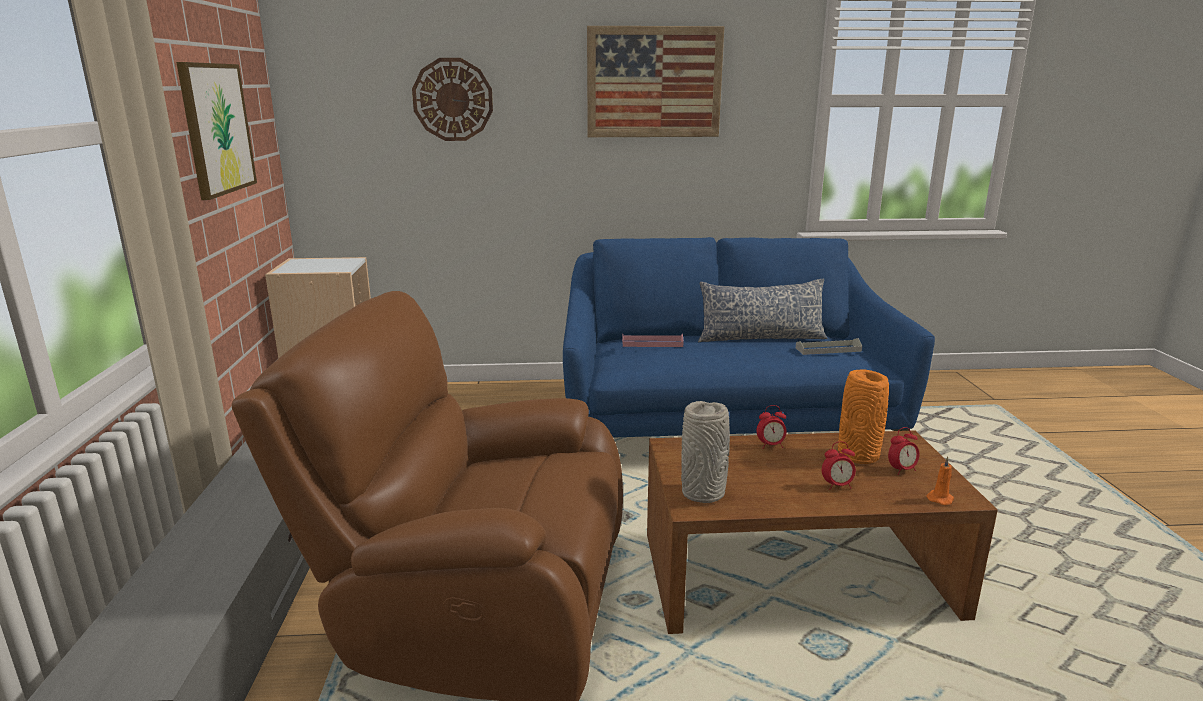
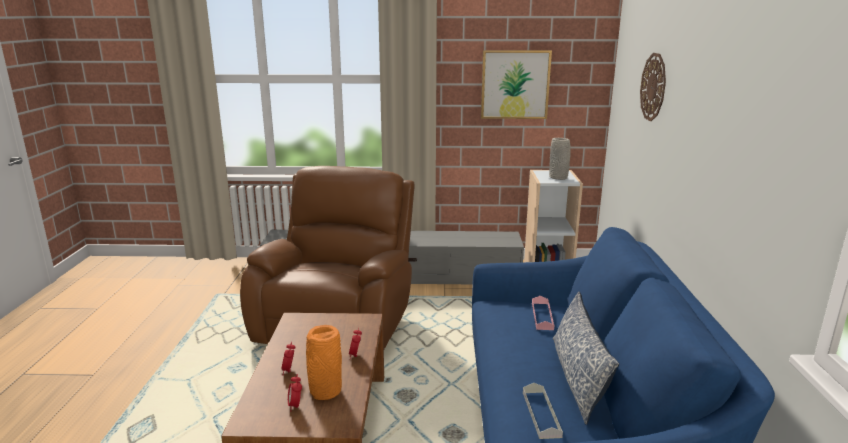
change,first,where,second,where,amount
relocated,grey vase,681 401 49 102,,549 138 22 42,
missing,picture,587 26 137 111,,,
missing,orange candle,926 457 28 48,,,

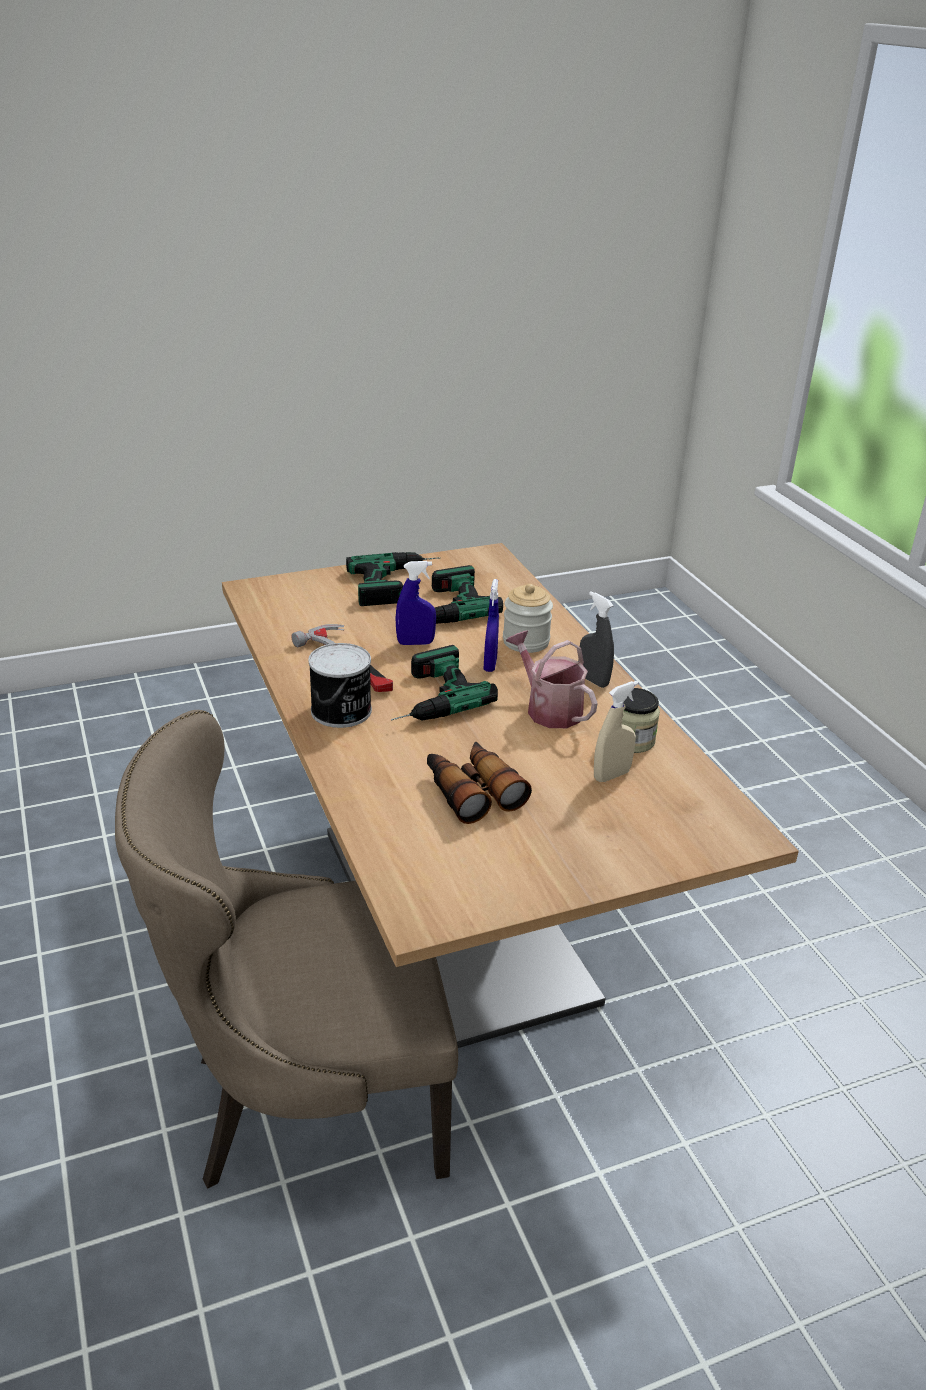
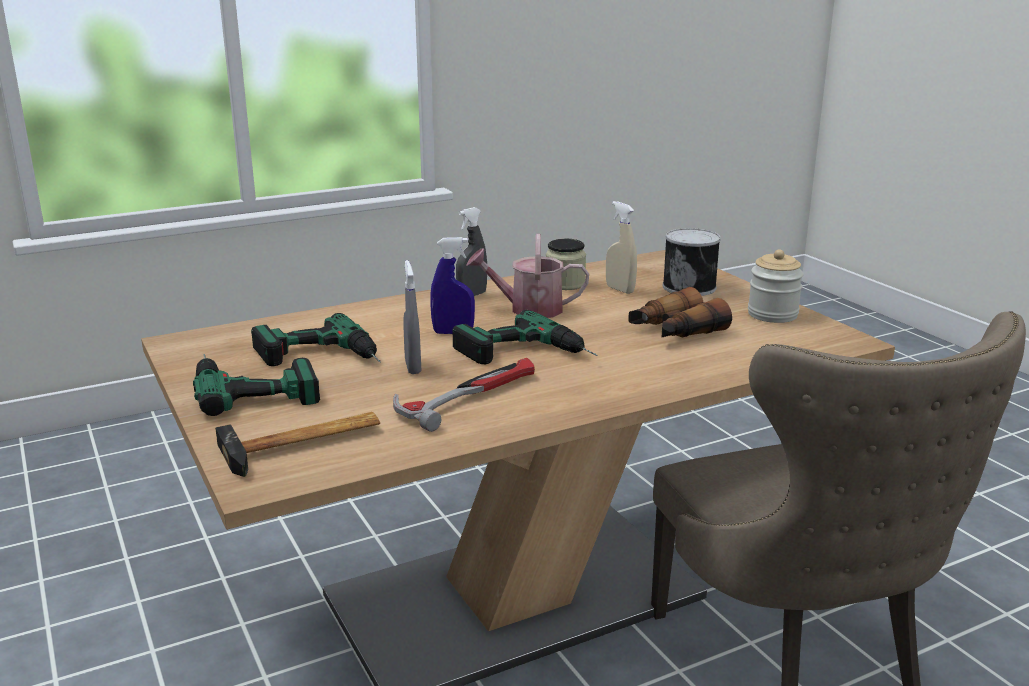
change,first,where,second,where,amount
appeared,,,hammer,215 412 165 65,
colour,blue spray bottle,395 561 41 84,grey spray bottle,403 260 19 114,
spun,watering can,506 630 92 98,,466 234 123 84,45 degrees clockwise
relocated,can,309 643 63 85,,663 228 58 68,
relocated,jar,503 584 50 69,,748 249 56 74,

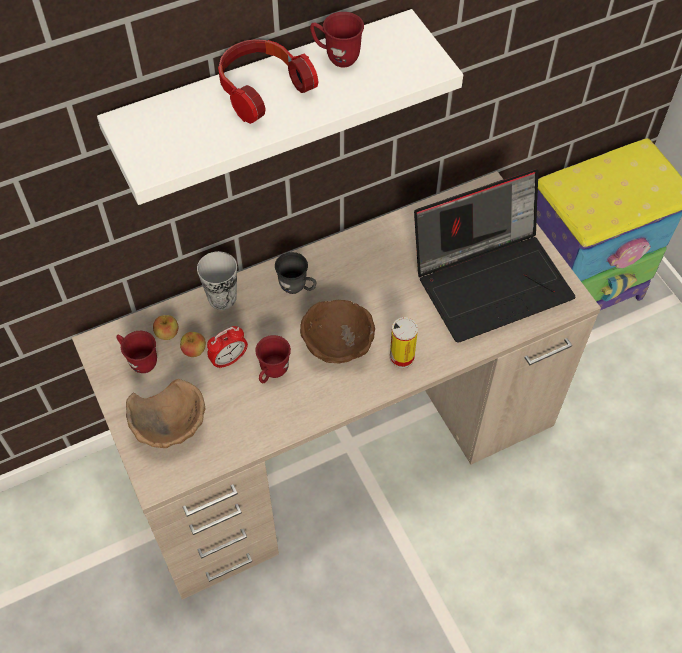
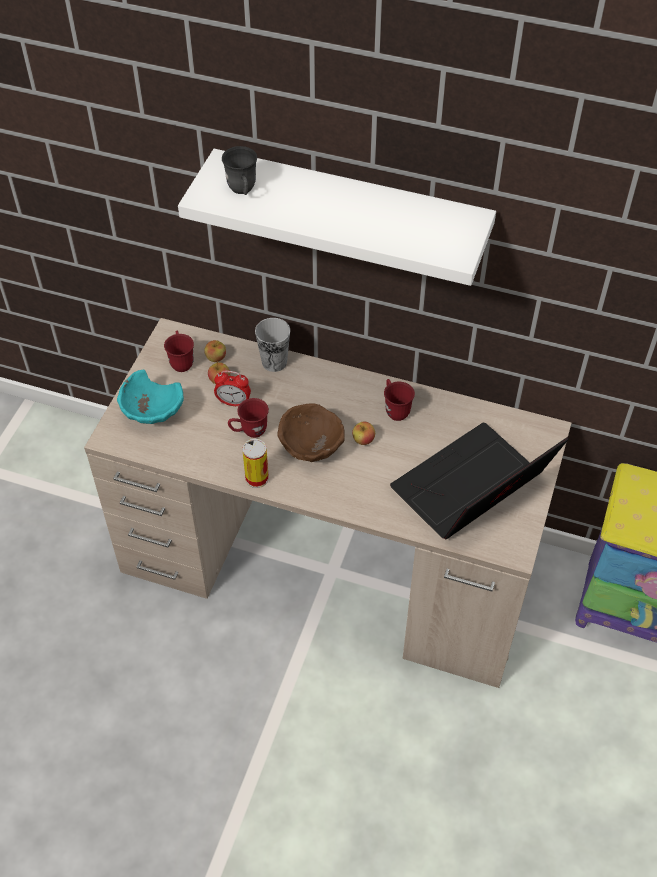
change,first,where,second,where,amount
colour,brown bowl,126 379 79 69,turquoise bowl,117 370 67 54,
relocated,grey mug,275 252 42 42,,222 146 35 49,
relocated,can,390 317 28 51,,242 439 27 49,
appeared,,,apple,352 422 23 23,
relocated,red mug,310 12 54 55,,384 379 31 42,
spun,laptop,414 169 161 174,,390 423 178 116,120 degrees clockwise
missing,headphones,218 39 100 85,,,

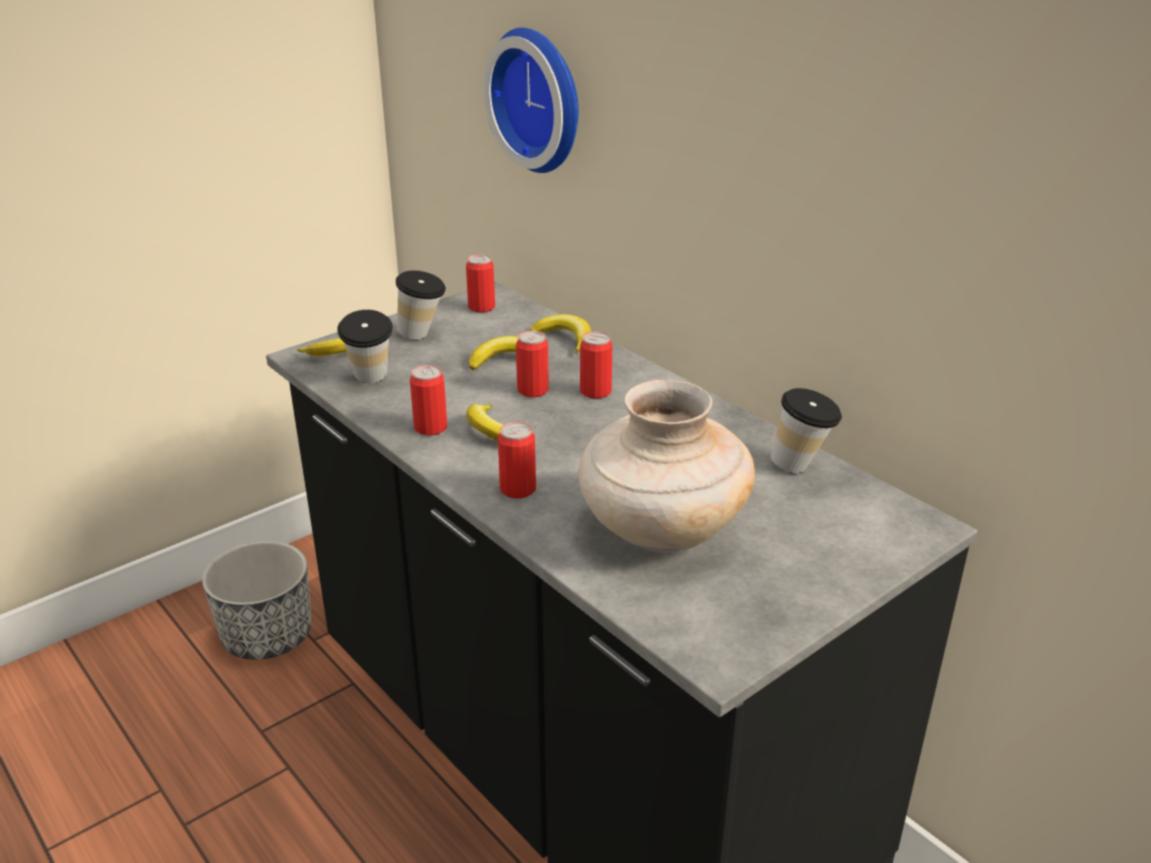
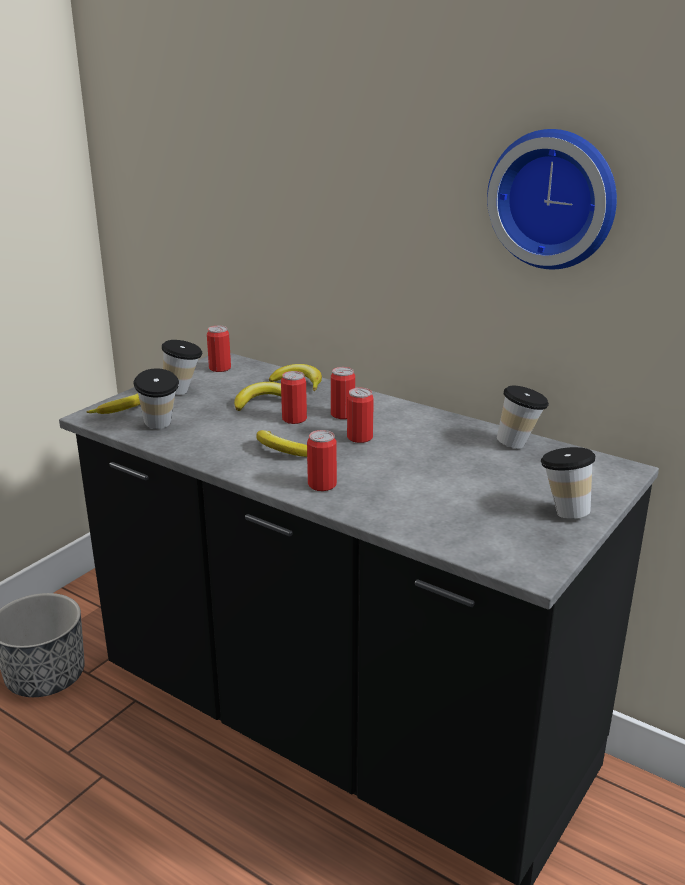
change,first,where,second,where,amount
relocated,can,410 365 37 70,,347 388 27 55,
relocated,wall clock,483 28 96 145,,487 129 130 140,
appeared,,,cup,541 447 54 72,
missing,beige vase,578 380 177 173,,,

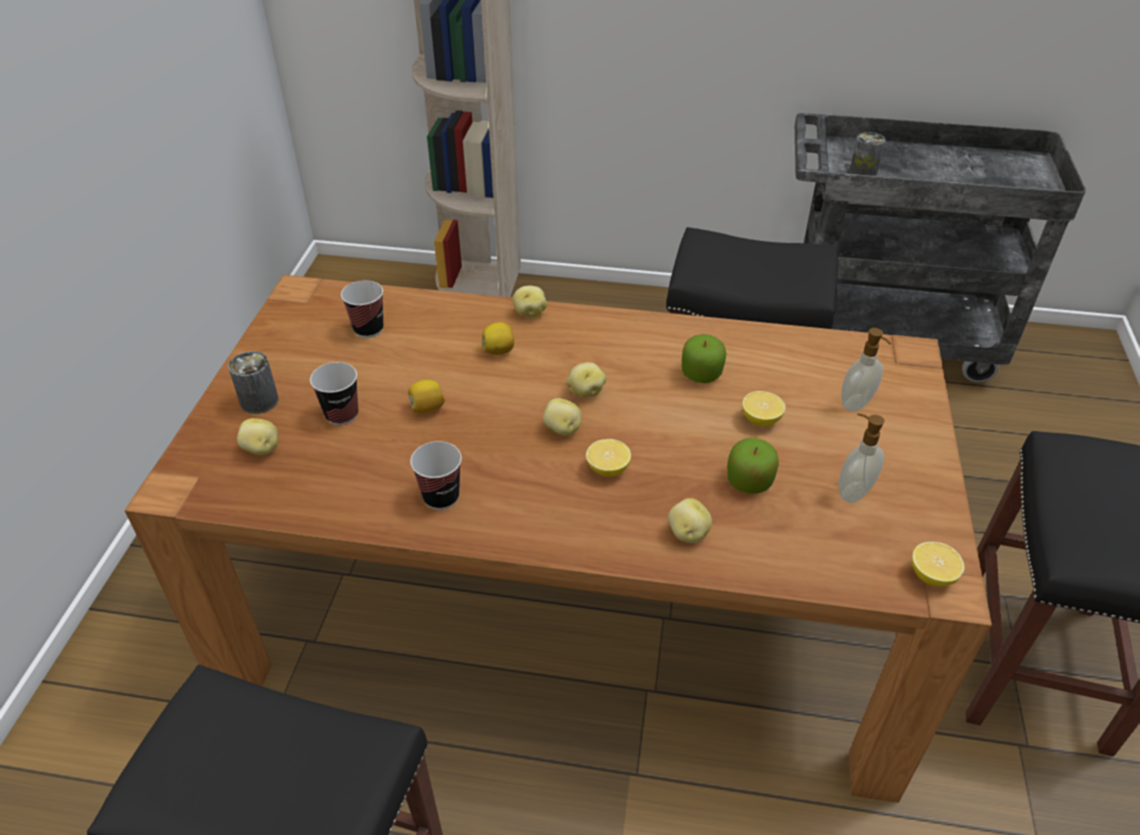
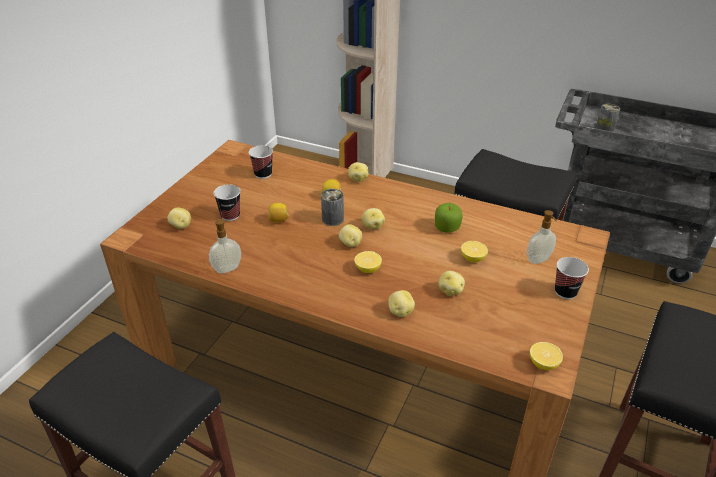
change,first,where,second,where,amount
relocated,soap dispenser,839 413 45 90,,209 218 32 56,
relocated,can,228 351 51 63,,321 189 23 37,
exchanged,apple,727 438 52 56,potato,438 271 27 25,
relocated,cup,410 441 52 69,,555 257 34 42,

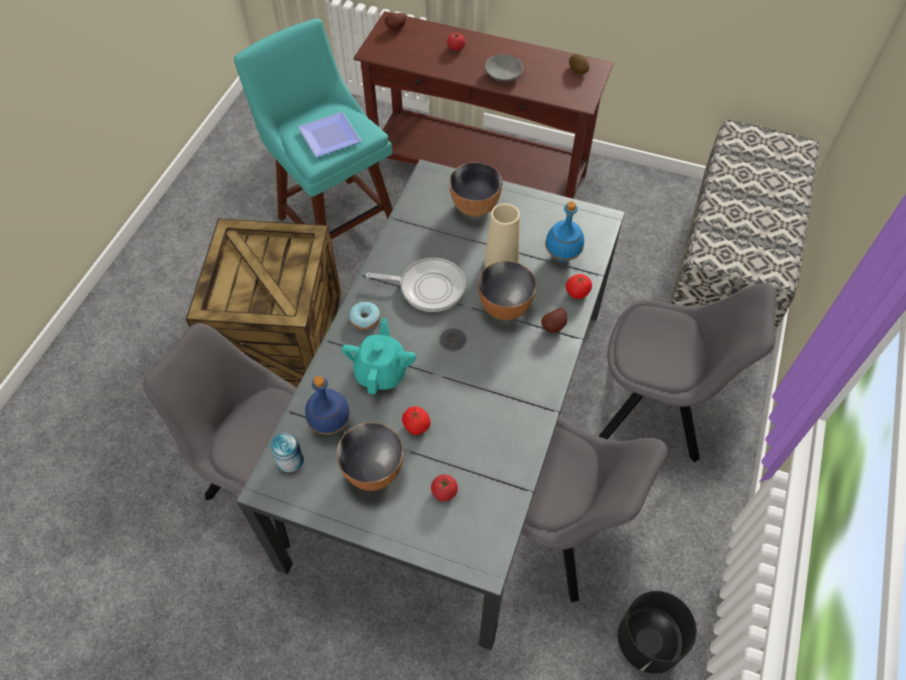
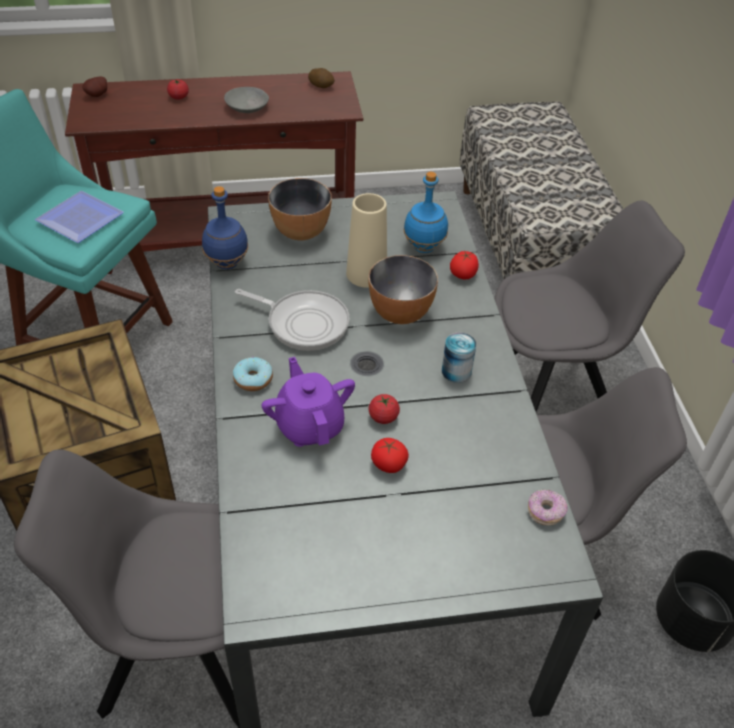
change,first,where,second,where,amount
relocated,blue bottle,305 376 45 59,,202 186 46 83,
spun,frying pan,366 258 100 54,,235 289 115 62,45 degrees clockwise
colour,turquoise teapot,342 318 74 76,purple teapot,261 357 94 90,
relocated,tomato,431 475 27 26,,369 394 31 30,
relocated,can,270 432 34 41,,442 333 34 50,
appeared,,,donut,528 489 40 36,
missing,bowl,336 422 67 69,,,
missing,potato,541 308 26 25,,,

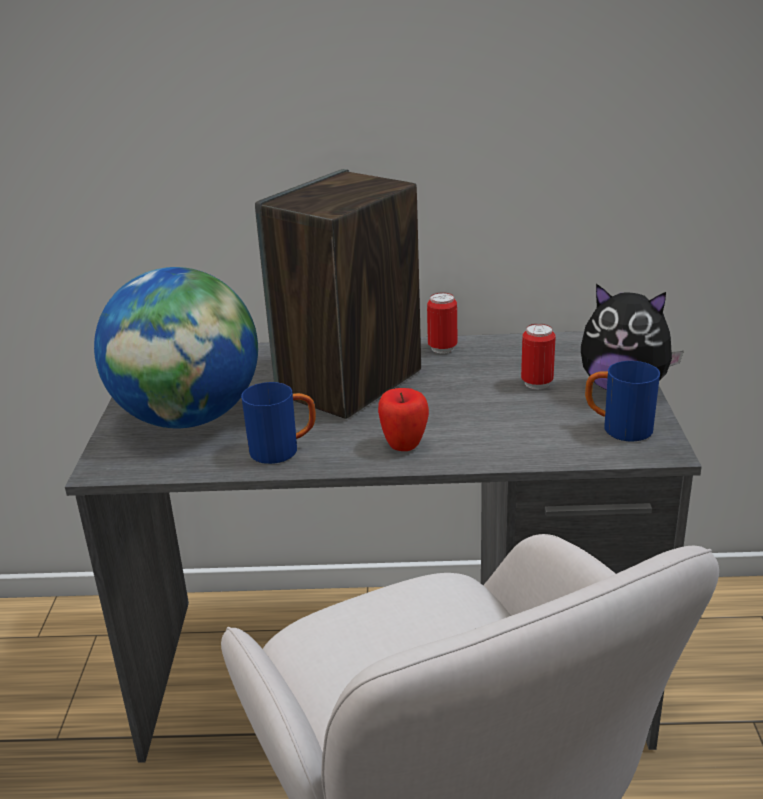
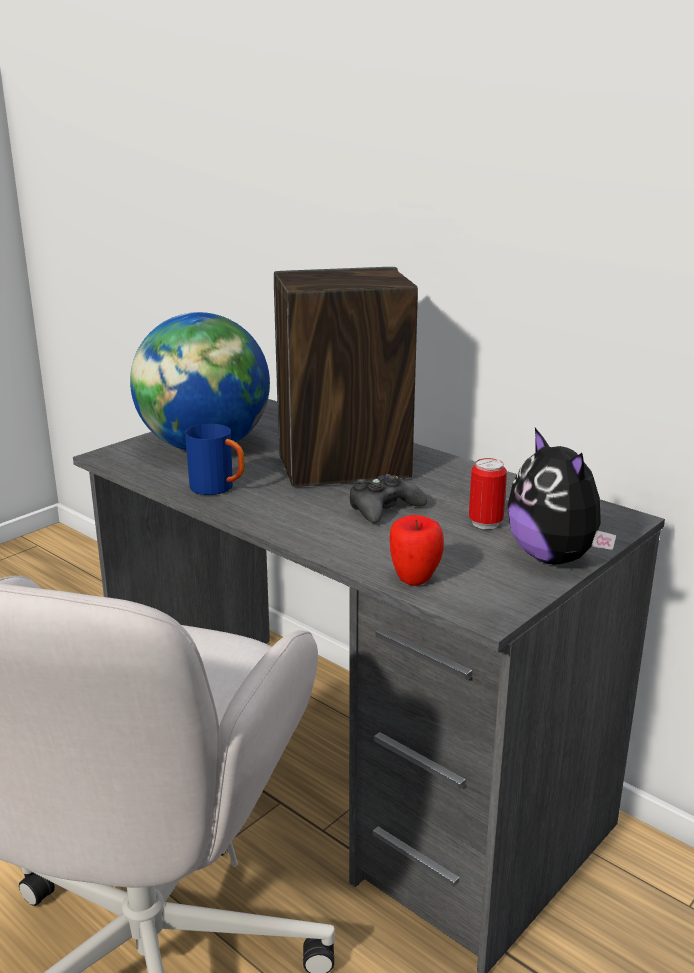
change,first,where,second,where,amount
appeared,,,black game controller,350 474 77 49,
relocated,apple,378 388 51 63,,390 515 54 71,
missing,can,427 292 30 61,,,
missing,blue mug,585 361 75 81,,,

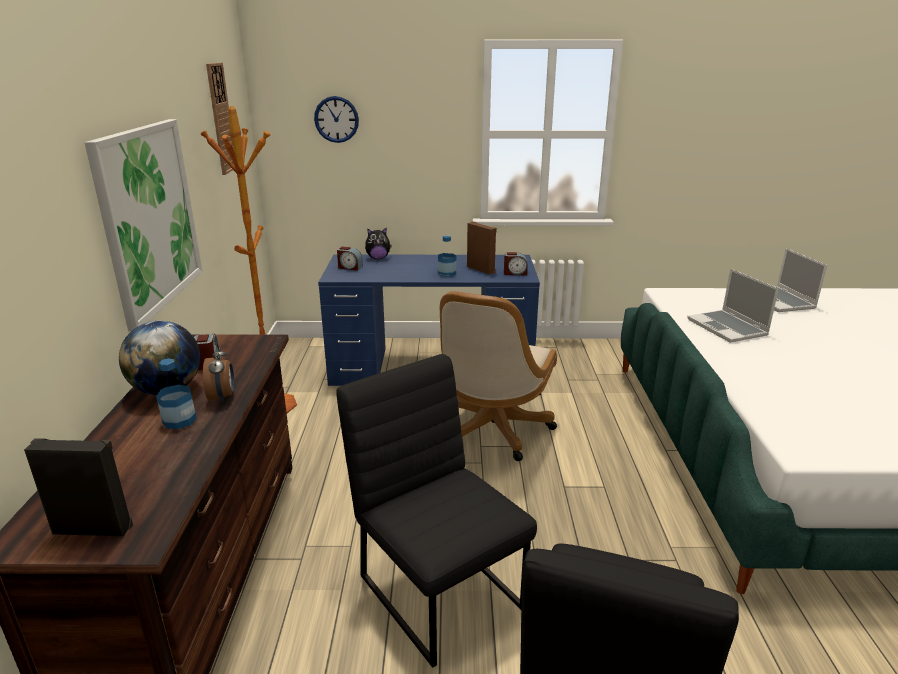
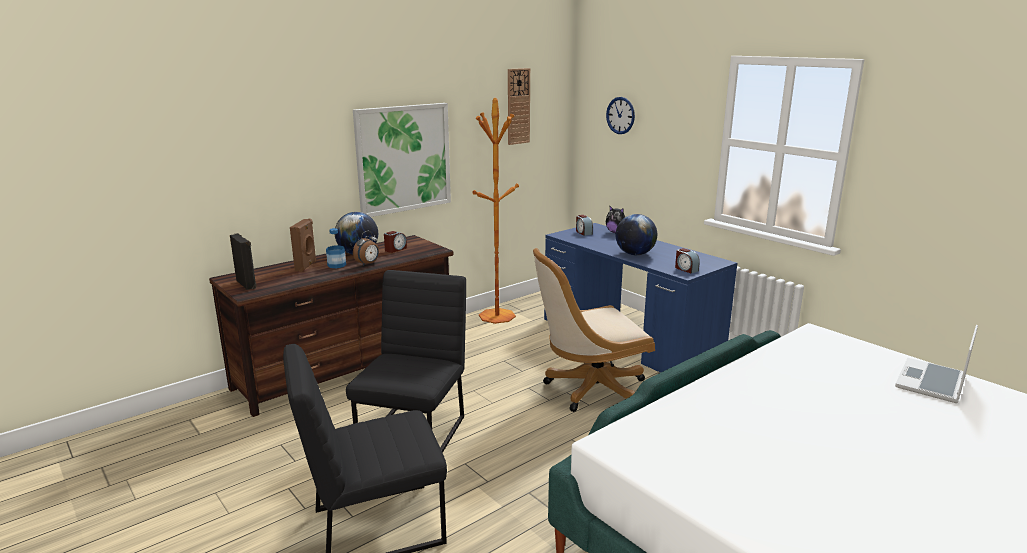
change,first,where,second,where,amount
relocated,brown speaker,467 221 30 54,,290 219 27 53,
exchanged,bottle,438 235 18 42,globe,616 214 41 41,
missing,laptop,687 269 92 74,,,

